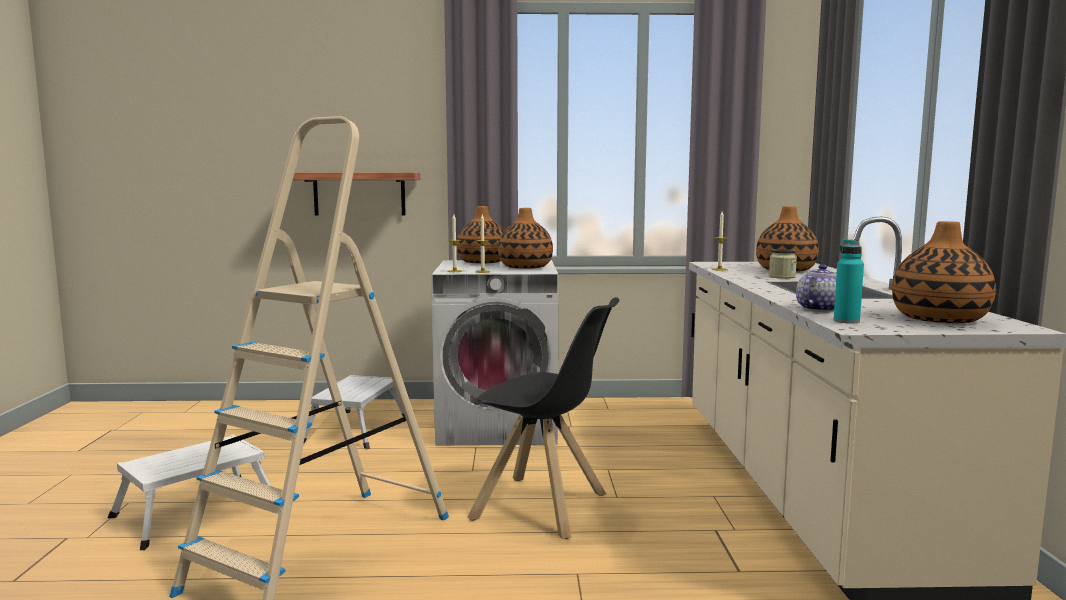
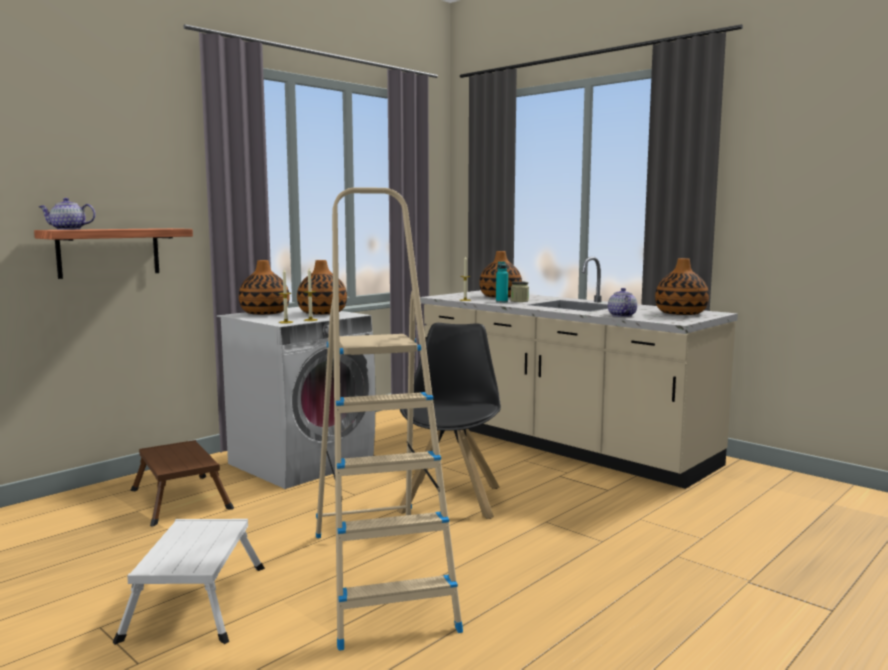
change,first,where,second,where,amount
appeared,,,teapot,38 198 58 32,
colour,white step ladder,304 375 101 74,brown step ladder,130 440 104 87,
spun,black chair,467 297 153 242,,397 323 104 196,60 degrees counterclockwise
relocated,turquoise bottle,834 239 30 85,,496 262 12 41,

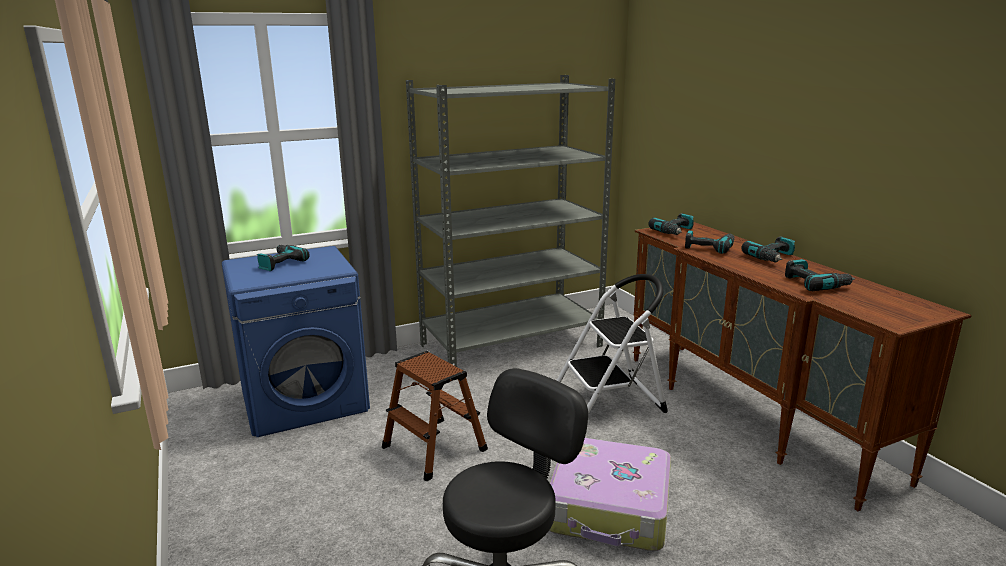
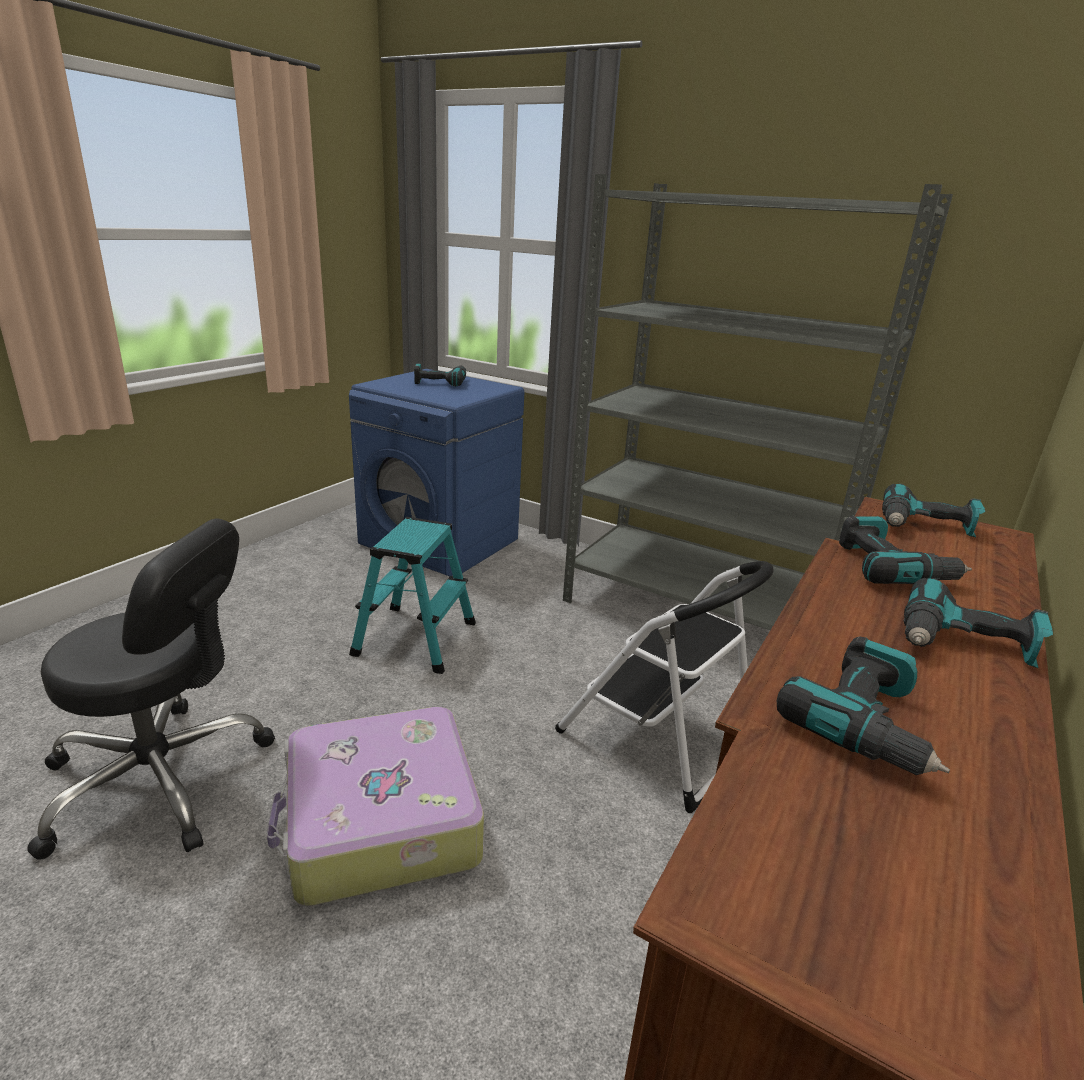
change,first,where,second,where,amount
colour,brown step ladder,382 351 106 130,turquoise step ladder,349 517 127 157,

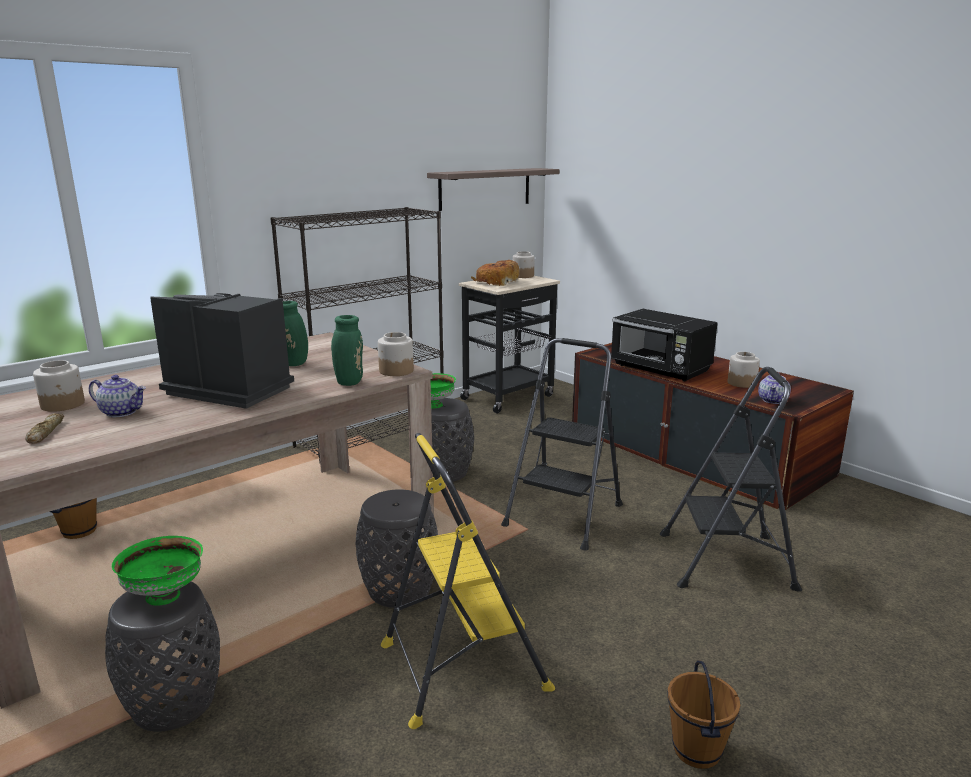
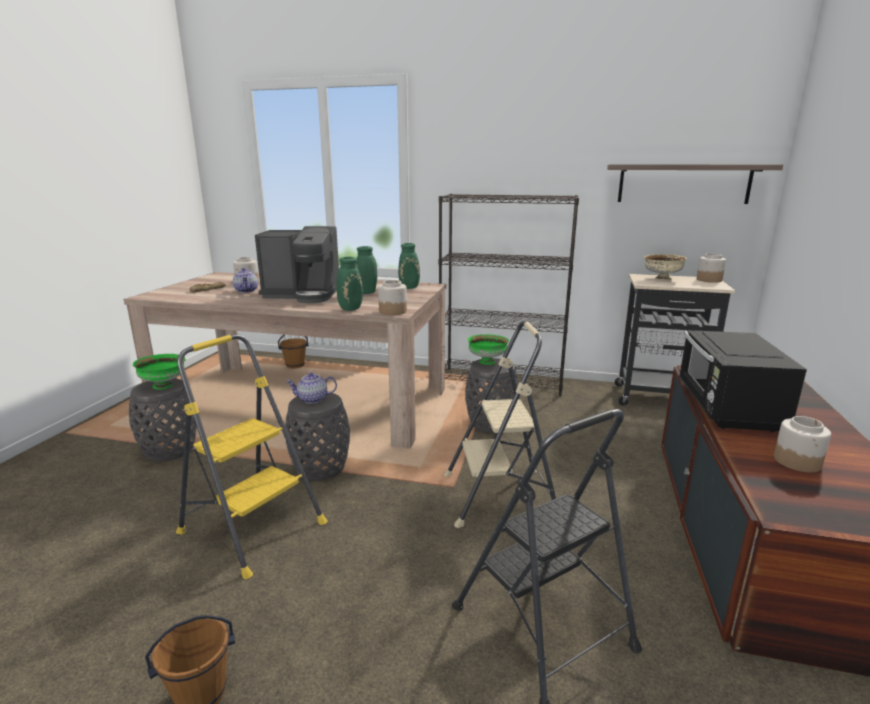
change,first,where,second,where,amount
spun,coffee machine,150 293 144 116,,255 226 84 77,105 degrees clockwise
relocated,teapot,758 373 33 31,,286 372 51 31,
appeared,,,green vase,398 243 22 46,
colour,black step ladder,501 338 122 213,beige step ladder,444 321 112 207,
exchanged,bread,471 260 48 26,beige bowl,644 254 43 27,

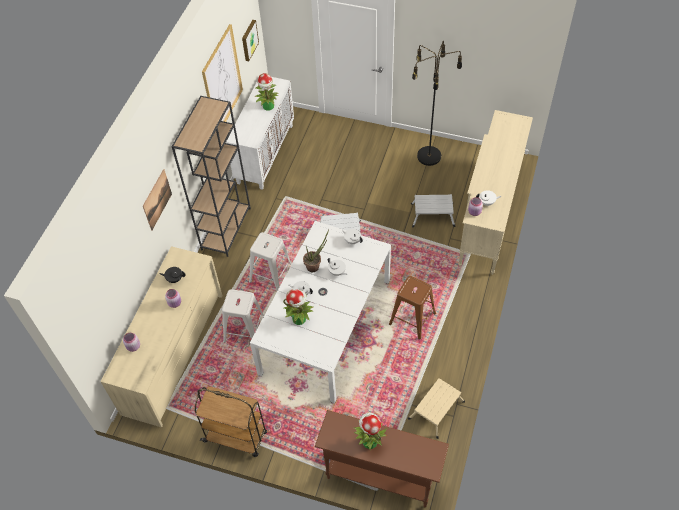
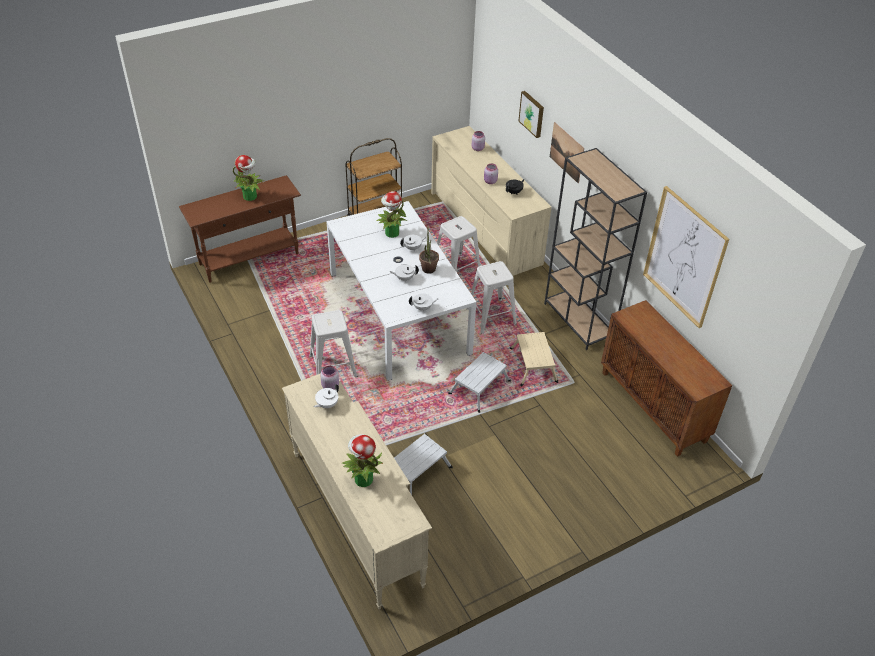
change,first,where,second,where,amount
colour,brown stool,389 276 47 64,white stool,309 310 48 67,
relocated,potted plant,254 73 25 38,,341 434 42 53,
relocated,beige step ladder,408 378 57 61,,510 332 48 54,
relocated,picture,242 20 17 41,,519 91 25 47,
colour,white cabinet,226 77 68 113,brown cabinet,601 300 131 157,
missing,floor lamp,412 41 50 125,,,

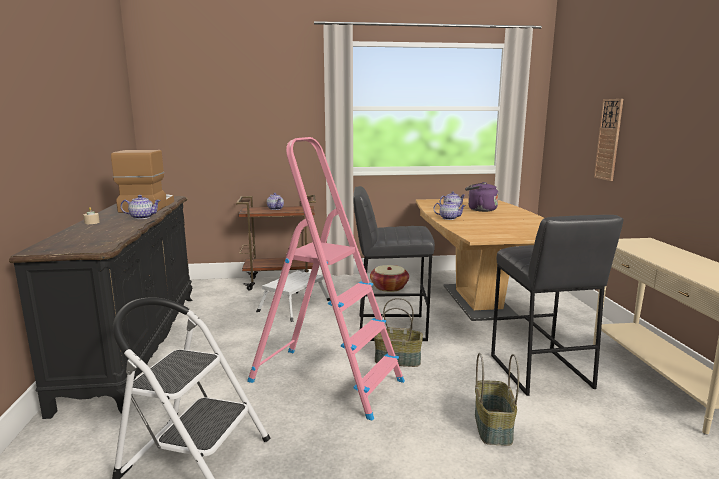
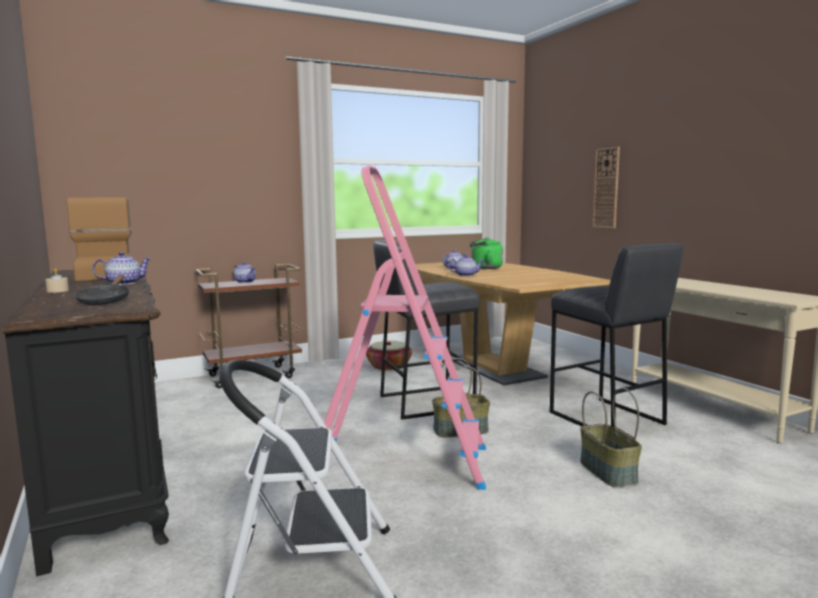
change,first,where,second,where,amount
appeared,,,black frying pan,75 275 54 30,
colour,purple kettle,465 182 34 30,green kettle,469 237 34 32,
missing,white step ladder,256 270 75 52,,,

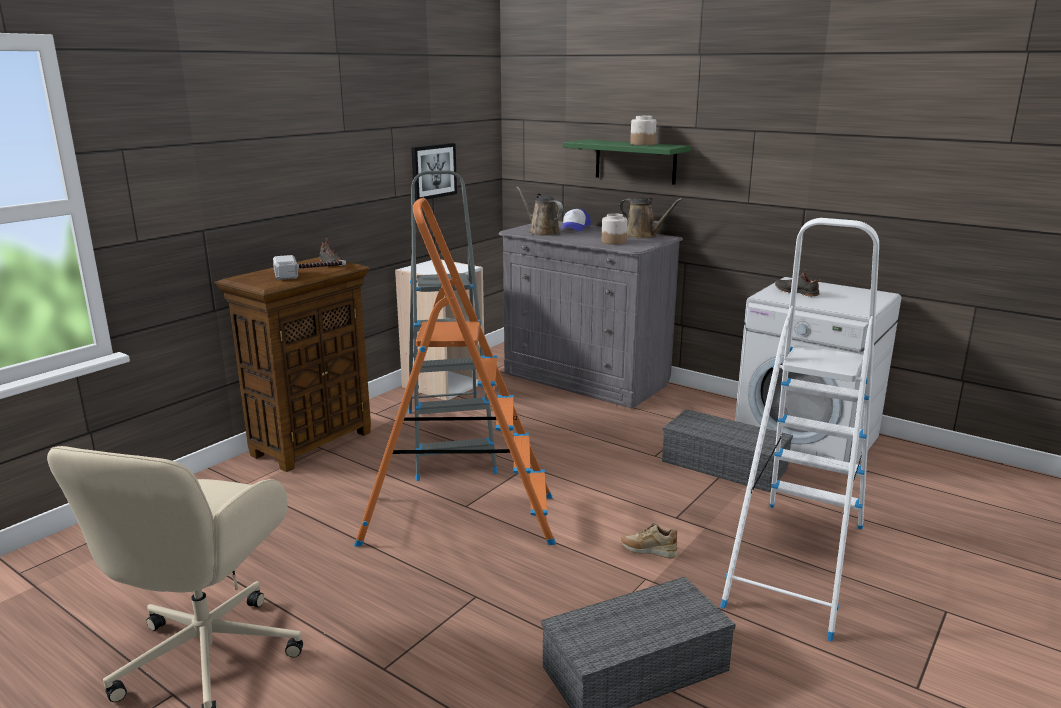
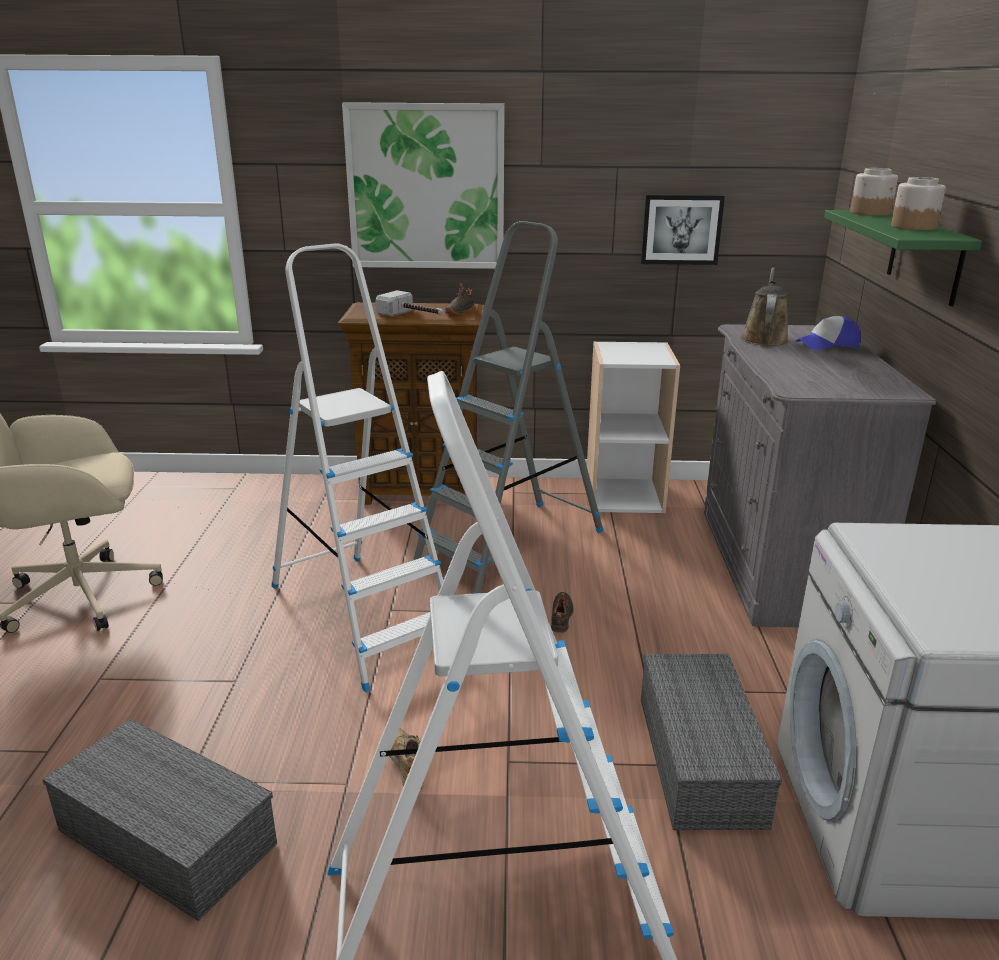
change,first,where,second,where,amount
colour,orange step ladder,354 198 202 349,white step ladder,272 243 171 449,
appeared,,,picture,342 102 163 167,
relocated,black shoe,775 269 45 28,,551 592 23 41,
relocated,jar,601 213 26 32,,850 168 48 48,
missing,brown watering can,619 198 64 41,,,

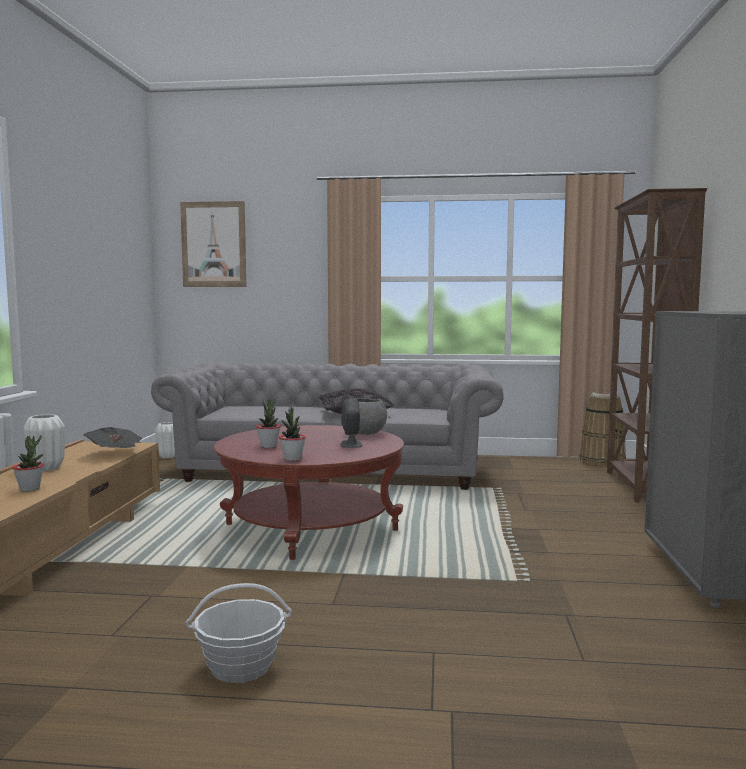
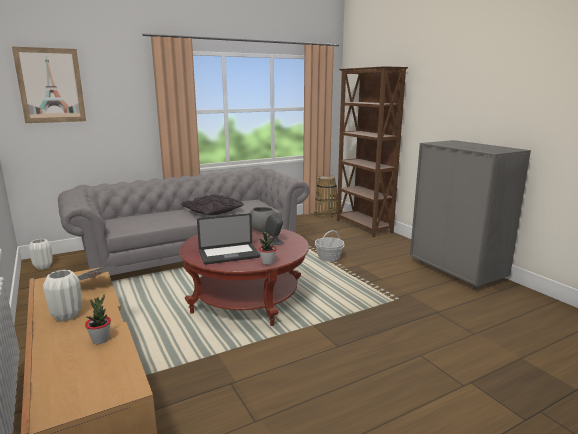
change,first,where,second,where,amount
exchanged,potted plant,256 398 25 50,laptop,197 213 63 52,
relocated,basket,186 583 106 100,,315 230 29 32,

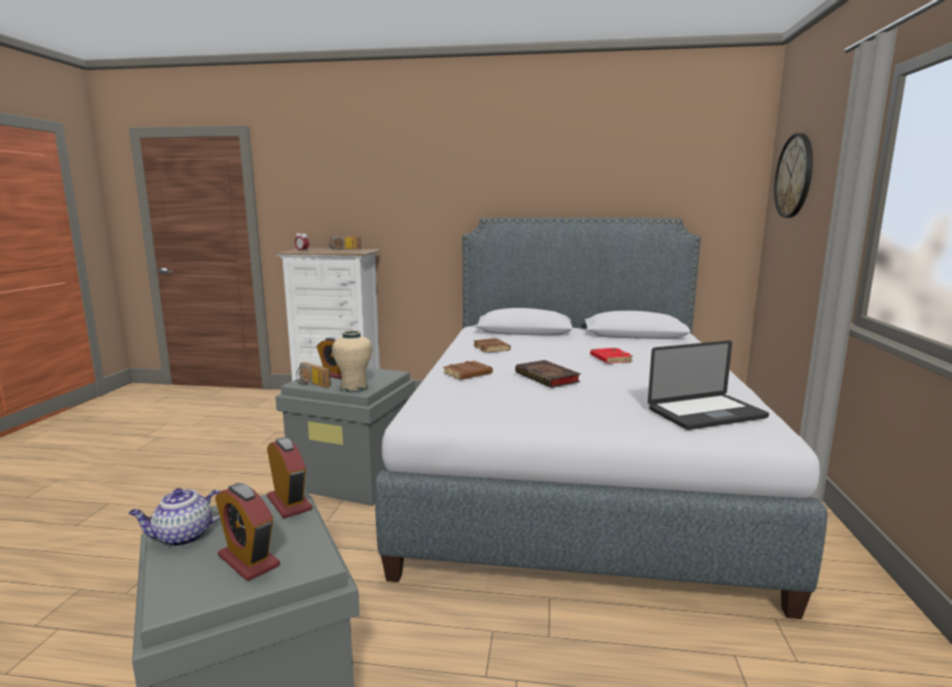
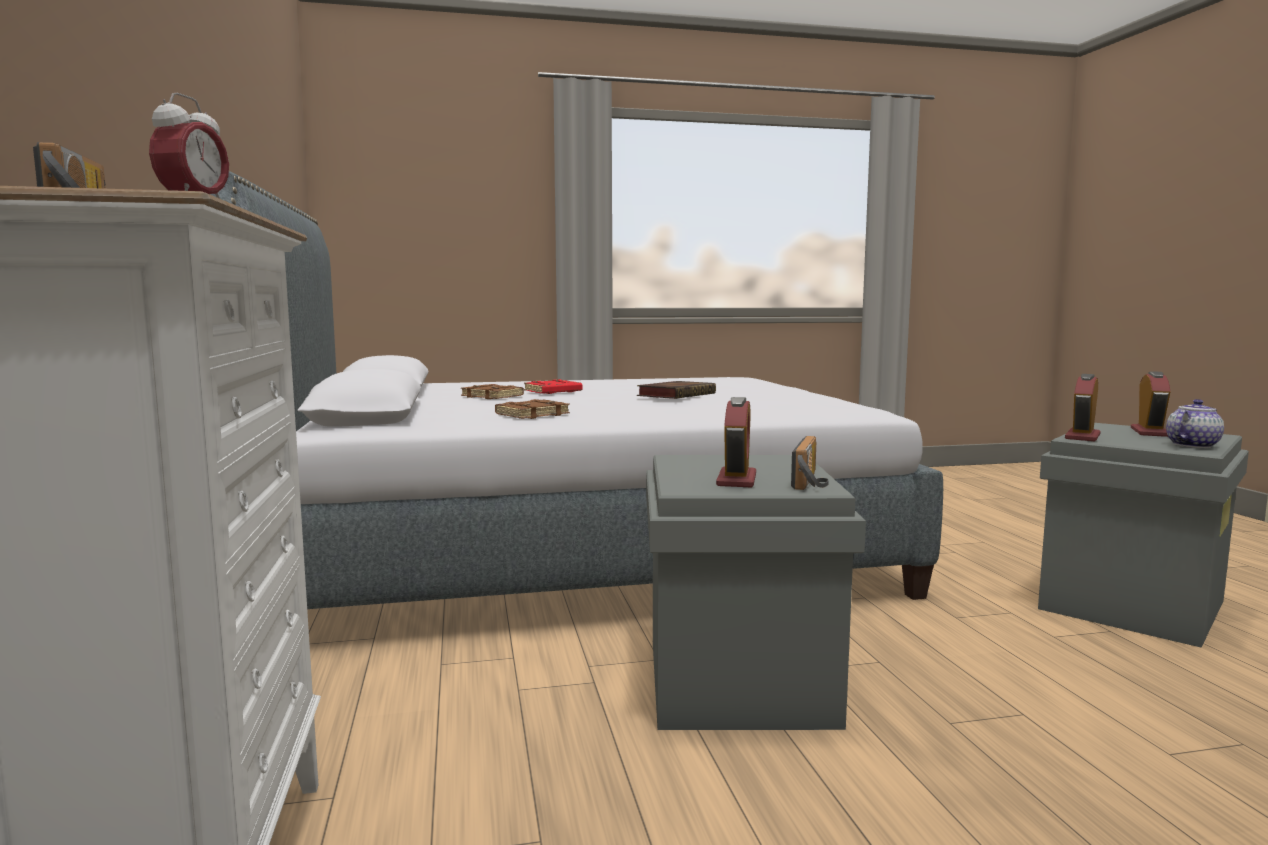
change,first,where,second,where,amount
relocated,brown book,443 361 50 19,,461 384 63 15,
spun,teapot,128 488 93 59,,1166 399 58 49,75 degrees counterclockwise
missing,beige vase,332 330 40 62,,,
missing,laptop,648 340 121 90,,,
missing,wall clock,774 133 39 85,,,

